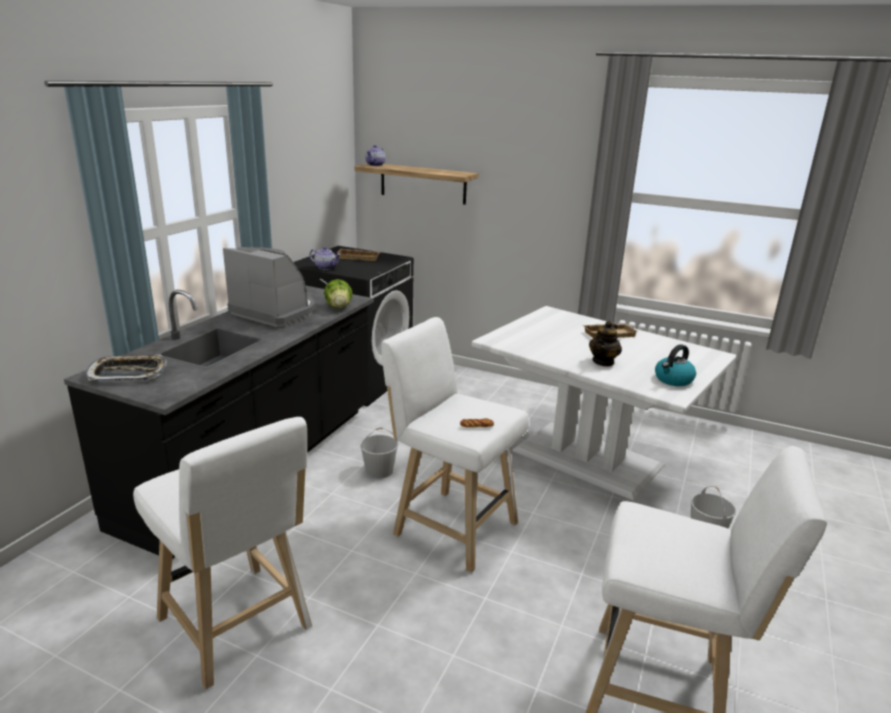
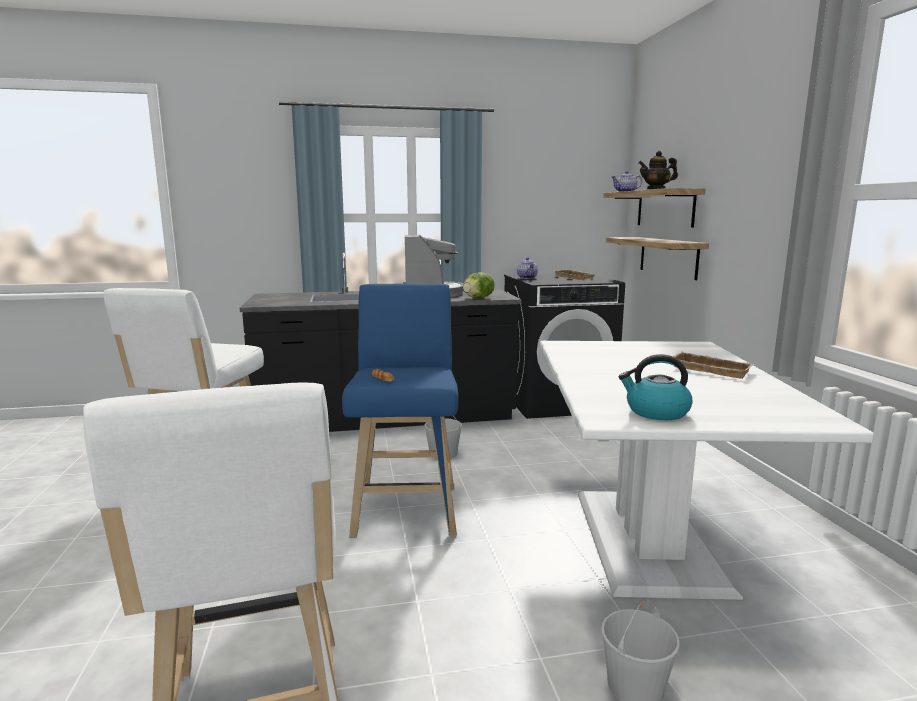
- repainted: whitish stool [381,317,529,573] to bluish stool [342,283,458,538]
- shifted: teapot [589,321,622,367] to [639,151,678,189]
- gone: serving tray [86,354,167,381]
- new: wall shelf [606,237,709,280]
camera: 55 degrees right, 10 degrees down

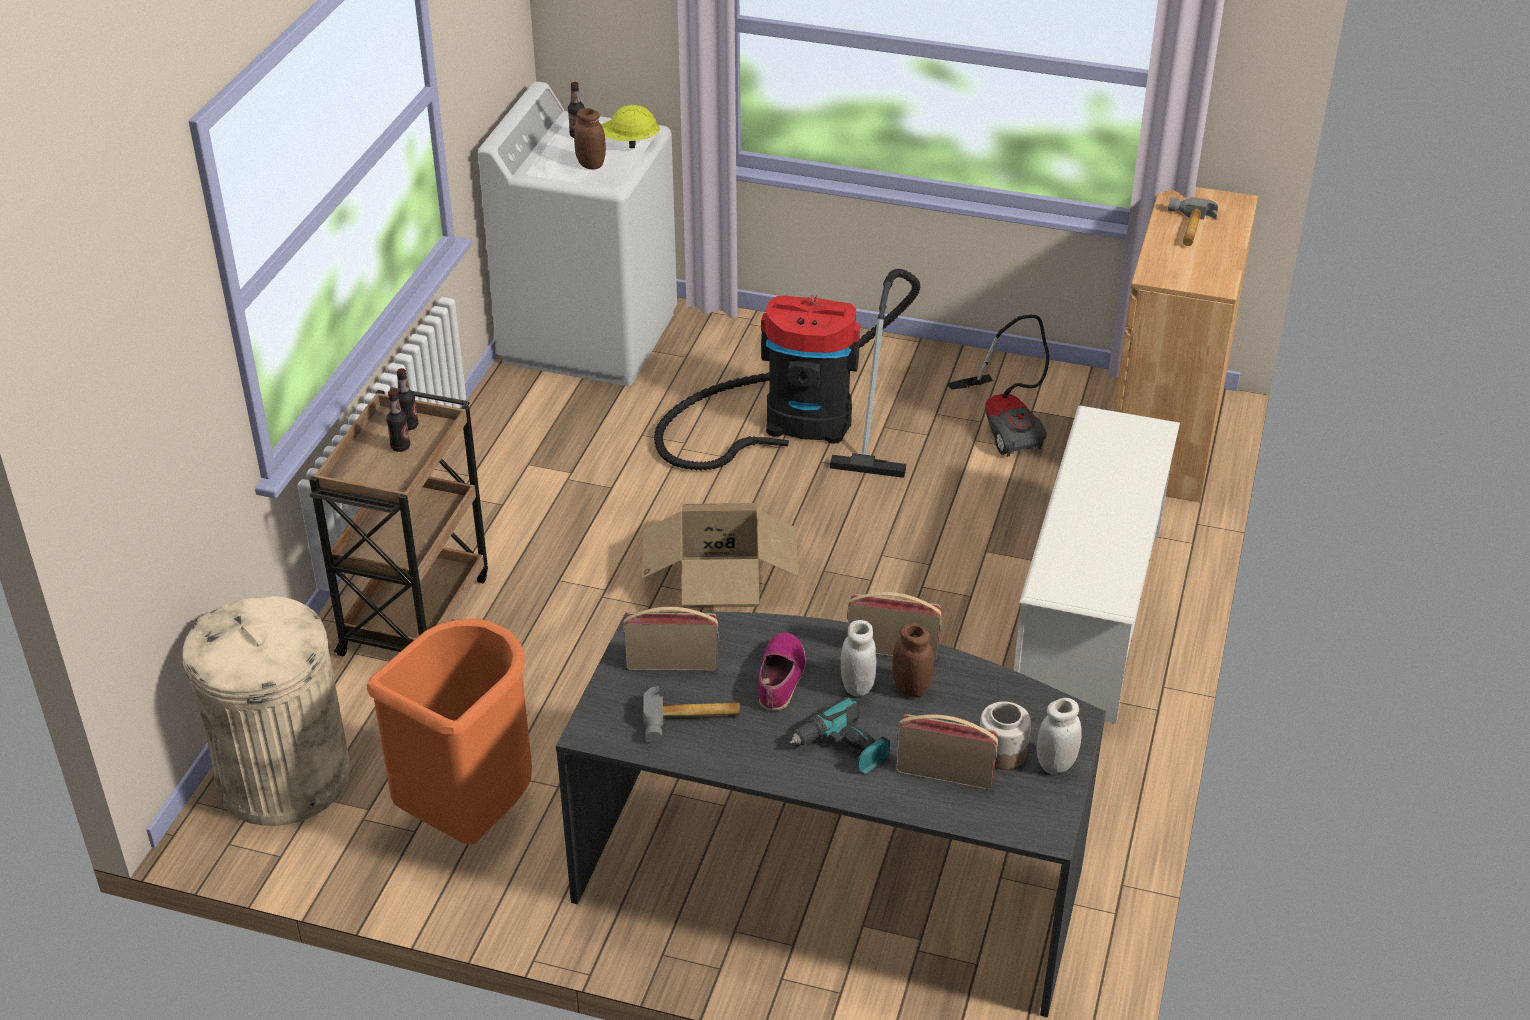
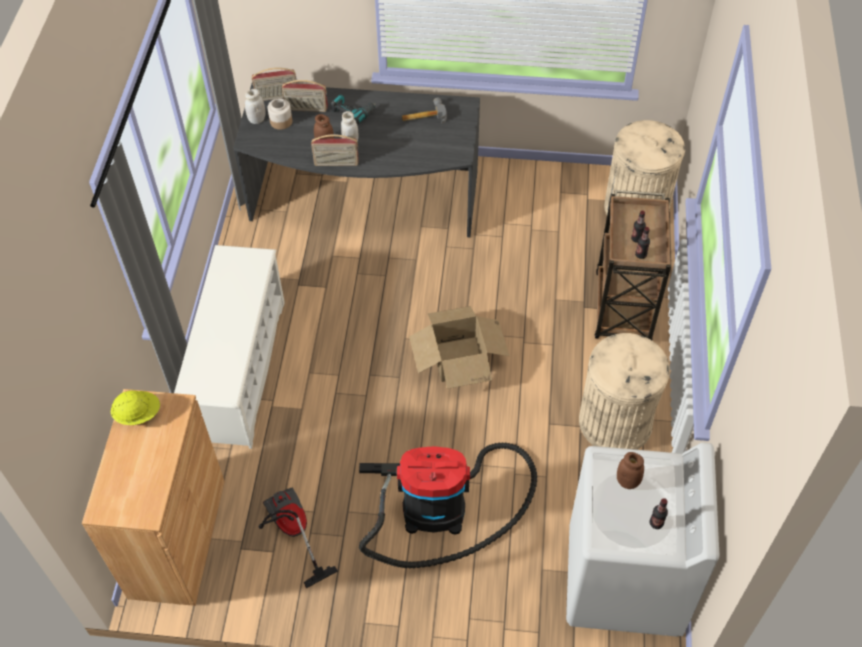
- shifted: yellow work helmet [602,105,660,148] to [111,390,160,425]
- gone: hand hammer [1168,197,1218,246]
- shifted: radio [623,607,719,670] to [252,67,297,101]
- gone: orange-coloured trash can [367,619,532,844]
- gone: shoe [758,632,806,711]
- new: sand-coloured trash can [579,333,670,450]
camera: 170 degrees right, 15 degrees up

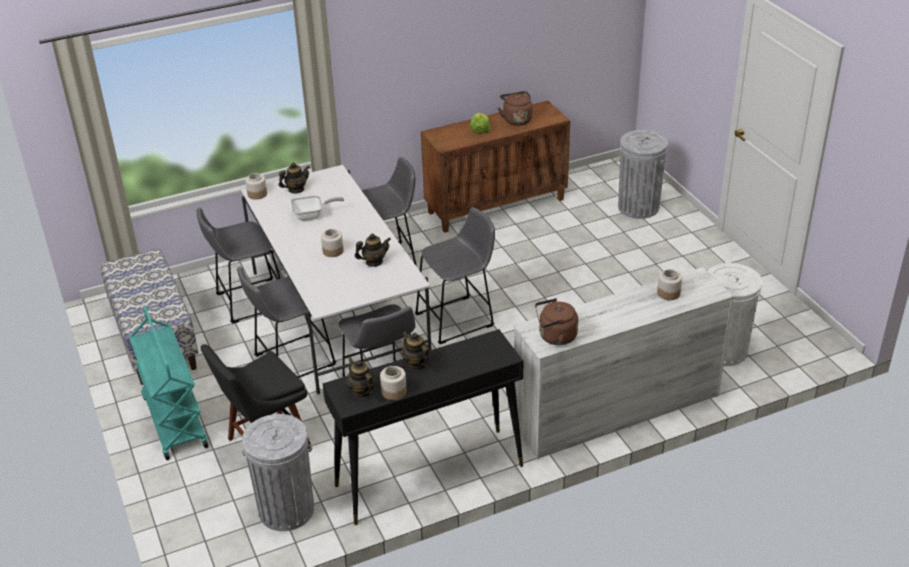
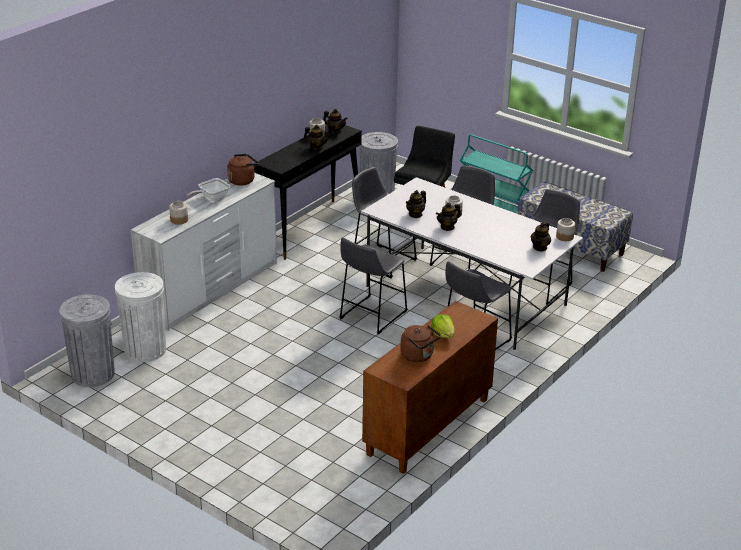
- shifted: gray trash can [618,130,668,219] to [59,295,115,387]
- shifted: skillet [291,194,344,221] to [187,178,230,201]
- new: teapot [436,203,461,231]
camera: 150 degrees right, 5 degrees down

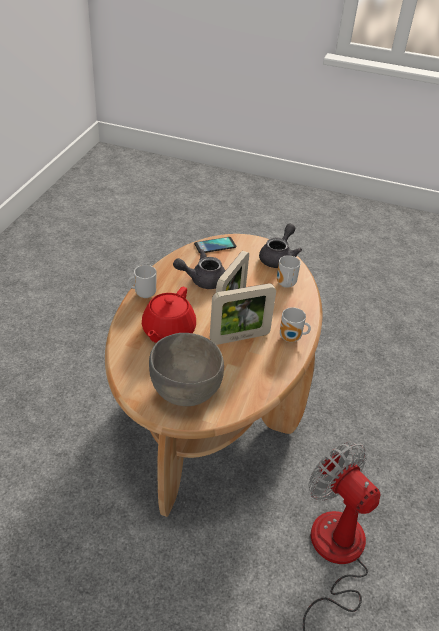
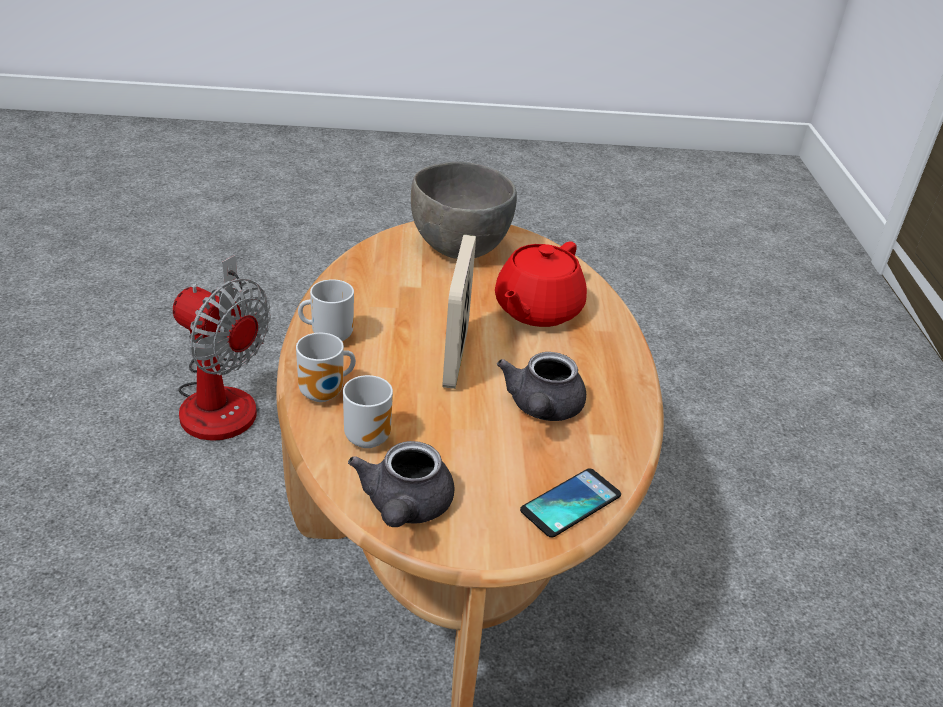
- rotated: gray teapot [173,249,225,289] = [497,352,586,421] 135 degrees clockwise
- shifted: tea mug [128,265,157,298] to [296,333,356,402]
- gone: photo frame [210,283,276,345]
- rotated: red teapot [142,287,196,343] = [495,242,587,327] 150 degrees counterclockwise
camera: 160 degrees right, 5 degrees down

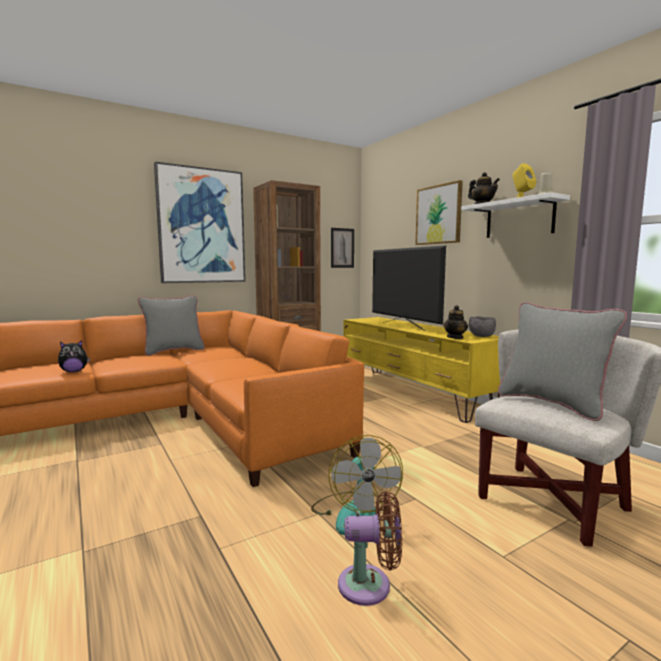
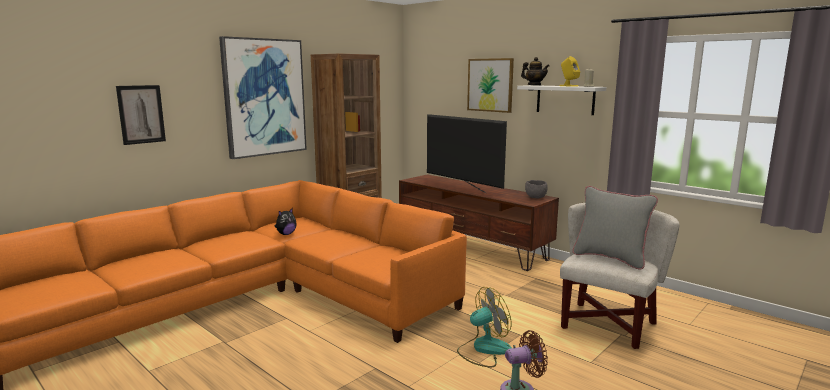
- shifted: wall art [331,228,354,268] to [116,85,166,145]
- gone: gray throw pillow [138,295,205,356]
- gone: teapot [444,305,468,339]
- repainted: yellow media console [344,317,500,423] to brown media console [399,174,559,271]
- shifted: soft toy [58,340,90,372] to [274,208,297,235]
- rotated: fan [311,435,403,535] = [457,287,512,367] 90 degrees counterclockwise
camera: 15 degrees left, 5 degrees up

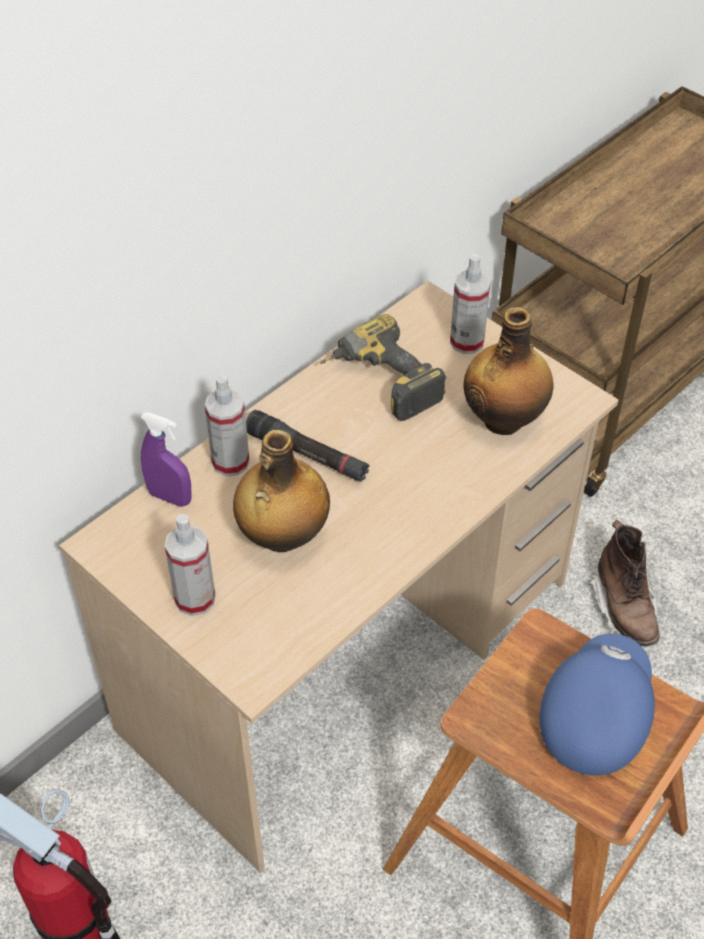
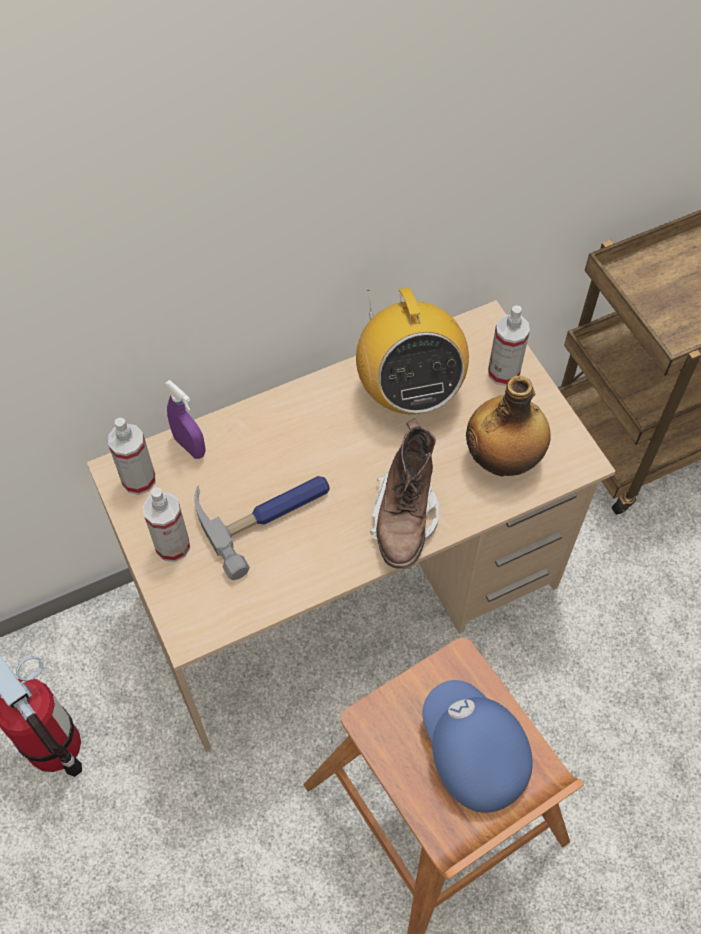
- swapped: power drill [320,314,446,421] to radio [356,288,469,414]
- shifted: hand sprayer [205,375,250,477] to [108,418,155,495]
- gone: blackish hand torch [246,410,369,482]
- swapped: drink bottle [233,430,330,552] to hand hammer [194,476,330,580]
- shifted: brown boot [589,519,660,646] to [370,418,439,569]
- rotated: bluish peaked cap [539,633,655,776] = [423,680,533,813] 75 degrees counterclockwise
camera: 20 degrees right, 10 degrees up

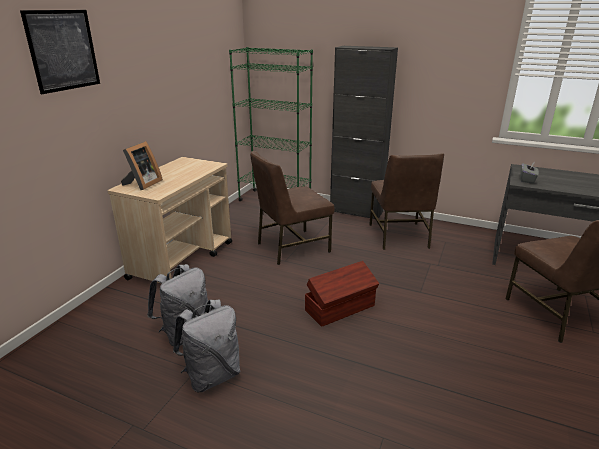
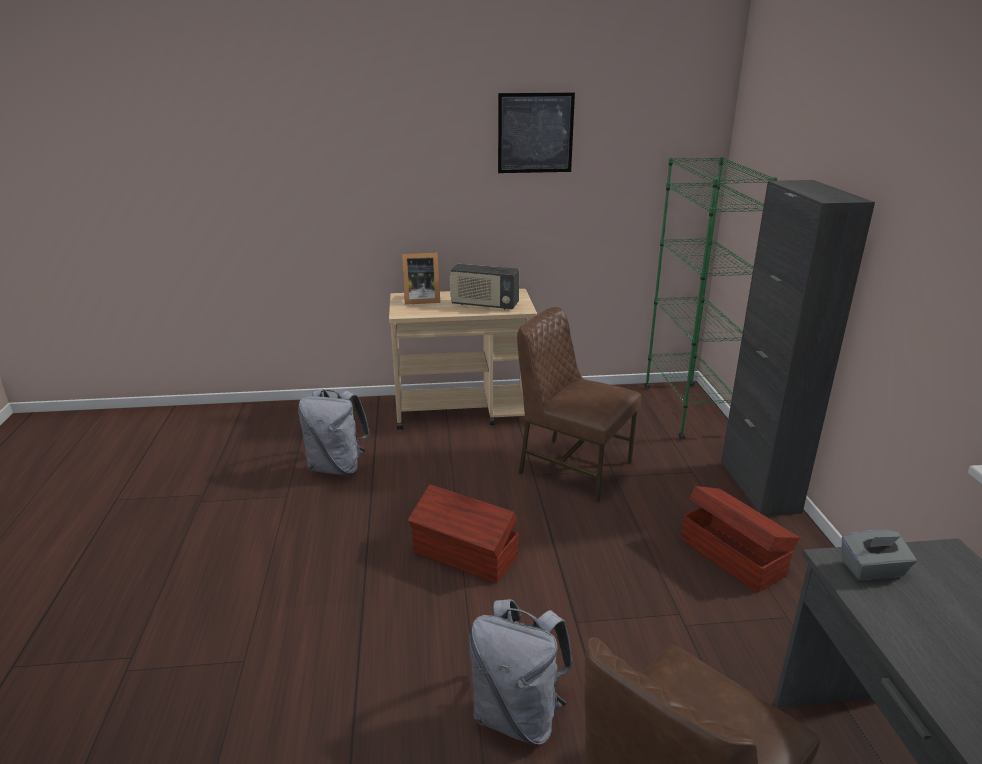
- shifted: wall art [20,10,100,94] to [498,93,575,173]
- swapped: brown upright chair [369,153,444,250] to brown storage box [681,486,799,593]
- shifted: gray knapsack [173,299,240,392] to [469,599,573,745]
- new: radio [450,264,519,310]
camera: 60 degrees right, 0 degrees up

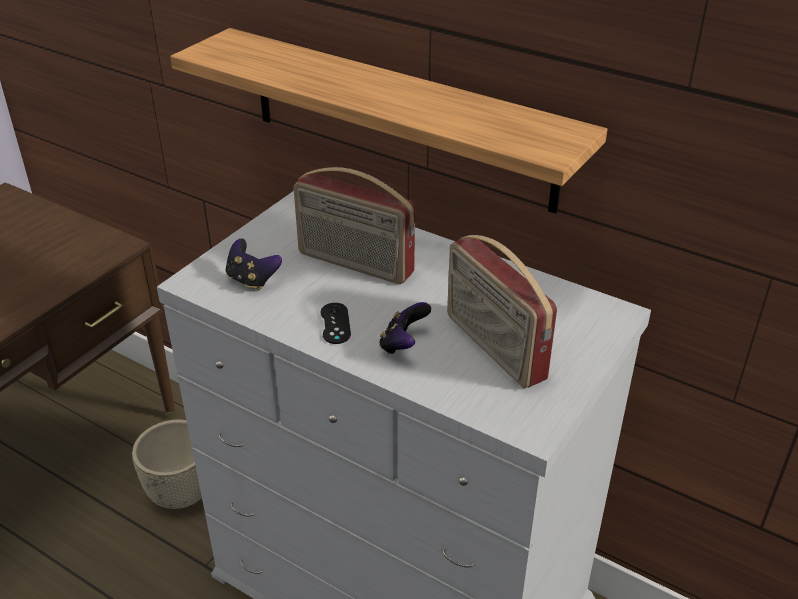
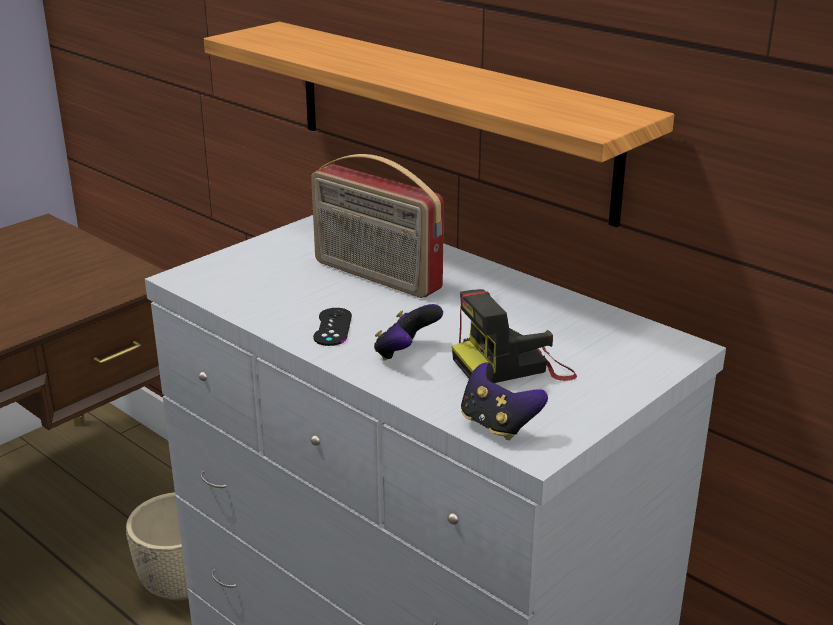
- swapped: radio [447,235,557,388] to photo camera [452,289,577,383]
- shifted: gamepad [226,239,282,290] to [461,363,548,440]
camera: 10 degrees right, 10 degrees down

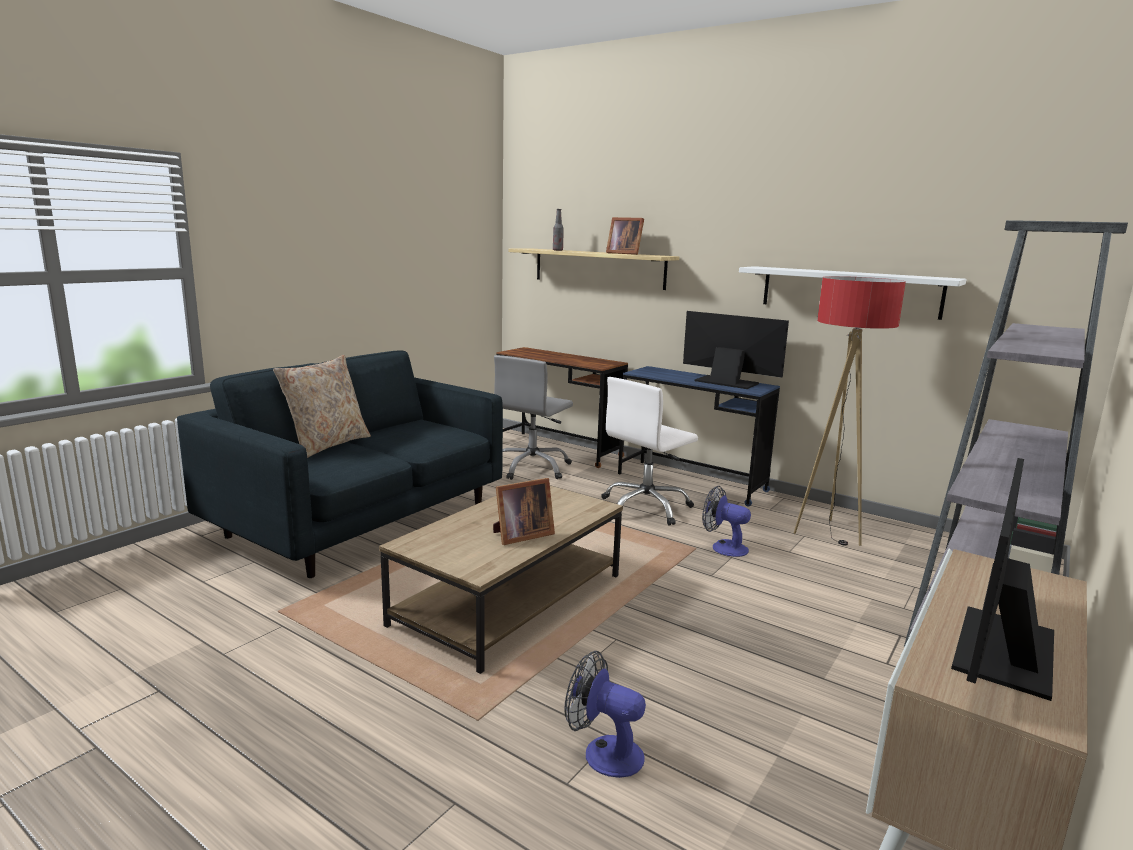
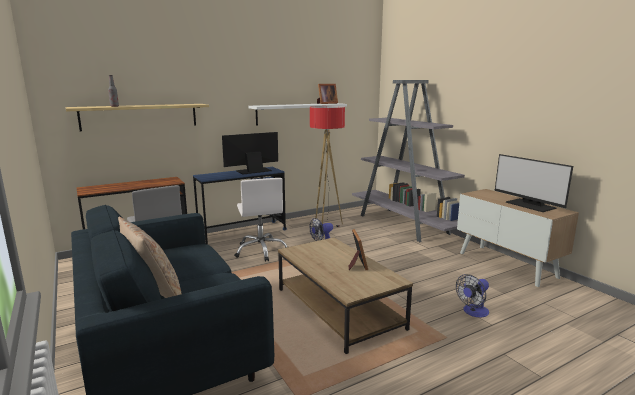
- shifted: photo frame [606,217,644,255] to [317,84,338,104]
camera: 65 degrees left, 0 degrees up

